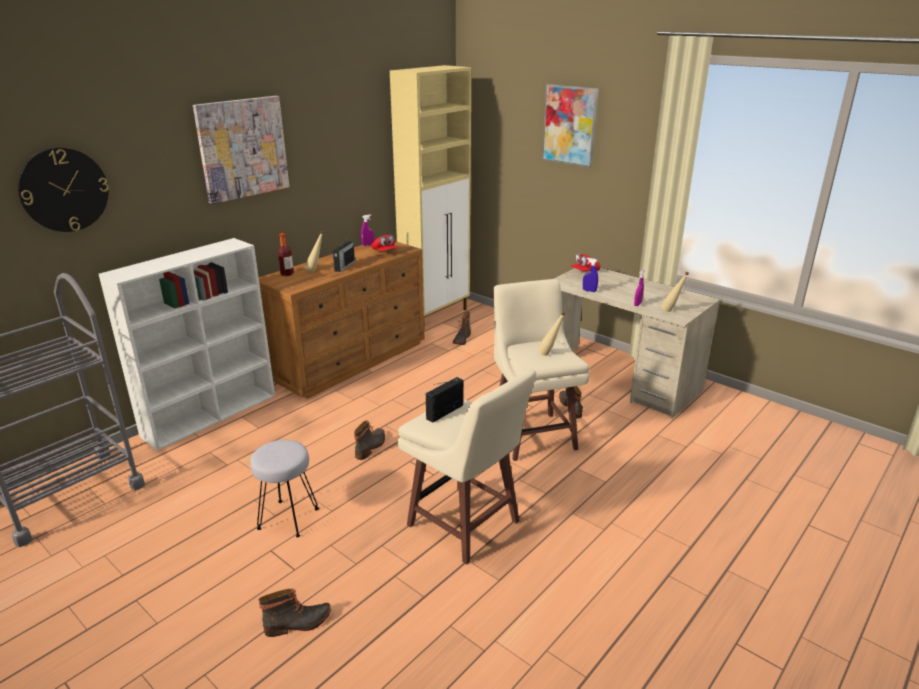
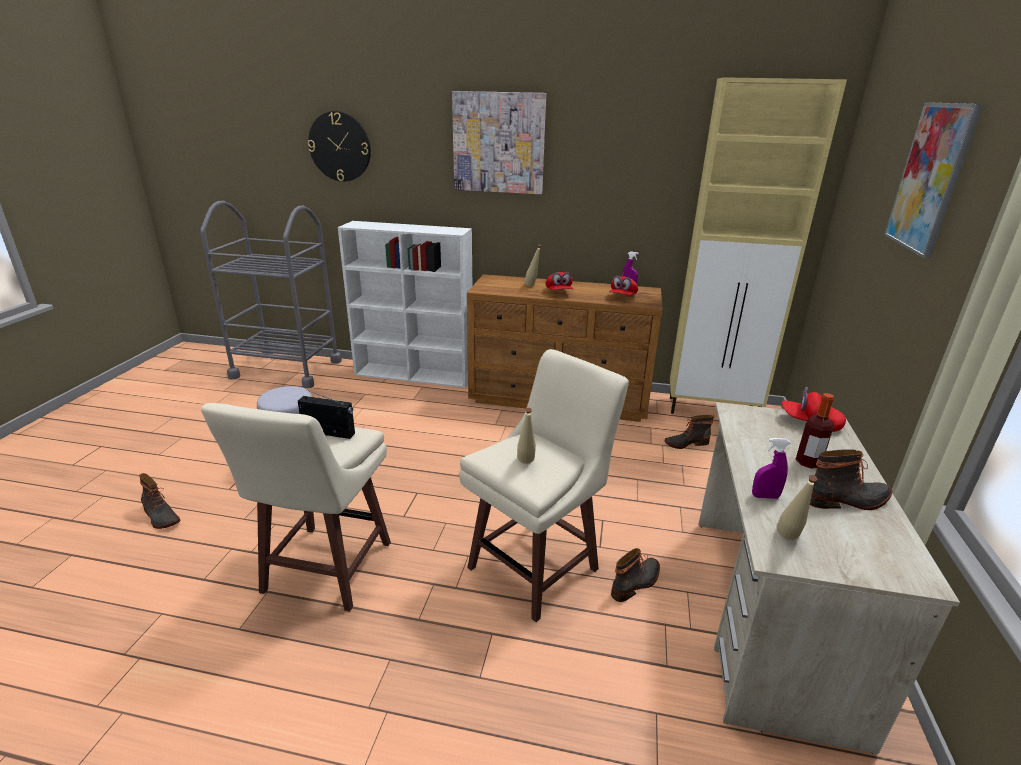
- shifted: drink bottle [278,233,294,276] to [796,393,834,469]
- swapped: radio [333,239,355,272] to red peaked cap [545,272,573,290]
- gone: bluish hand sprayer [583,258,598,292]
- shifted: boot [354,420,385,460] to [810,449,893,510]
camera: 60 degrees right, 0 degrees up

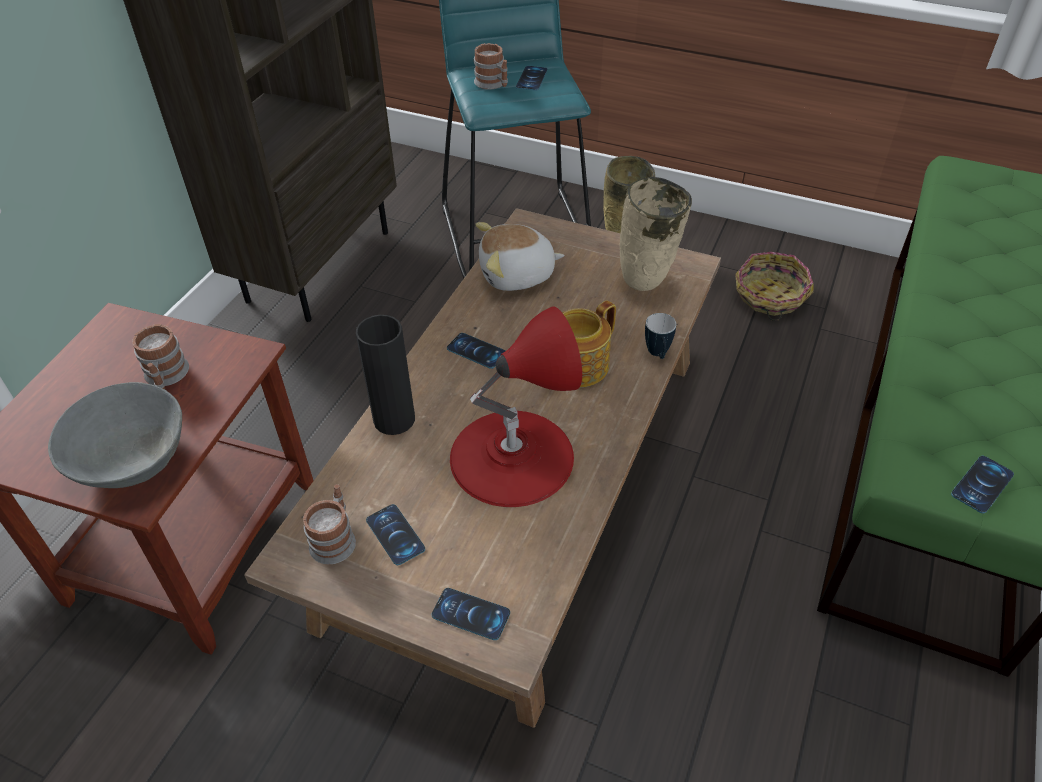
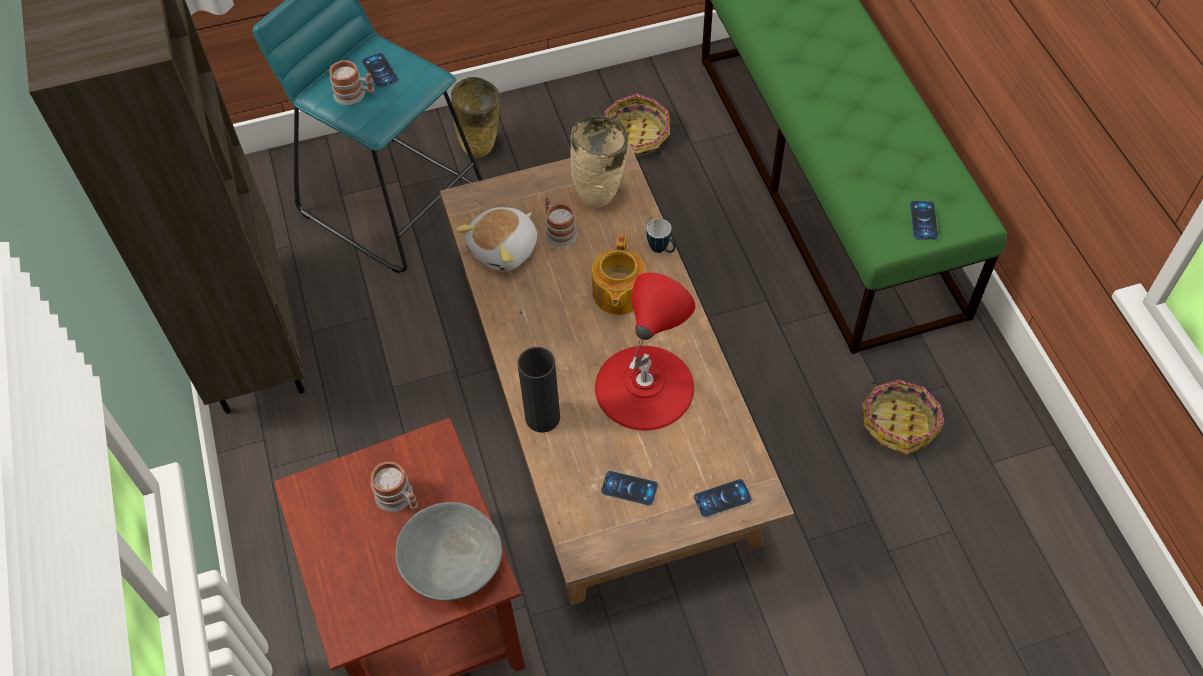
- gone: phone [447,333,506,369]
- shifted: tea mug [303,484,356,564] to [545,196,578,247]
- new: basket [862,380,944,455]
camera: 40 degrees left, 10 degrees up

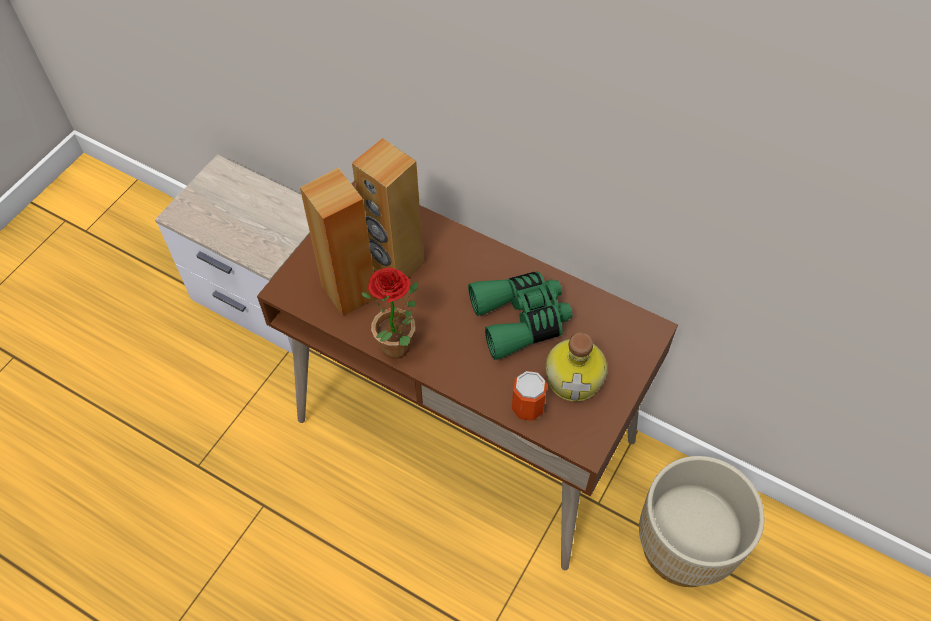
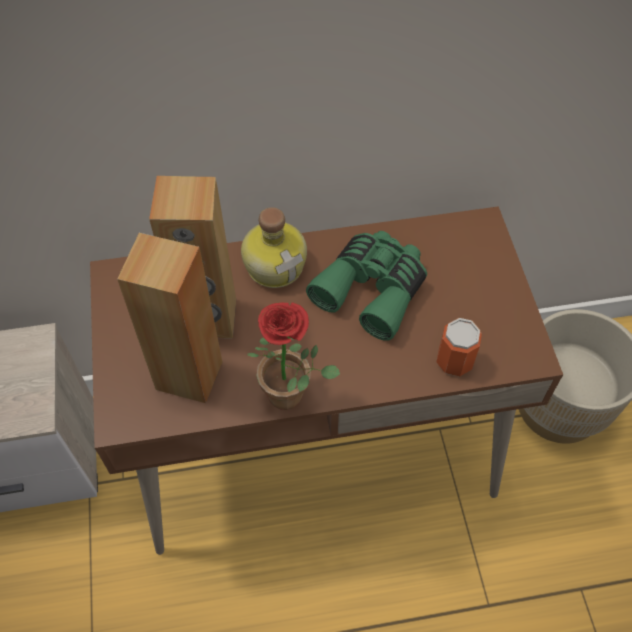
- shifted: drink bottle [545,333,607,402] to [241,207,307,288]
camera: 40 degrees left, 0 degrees up

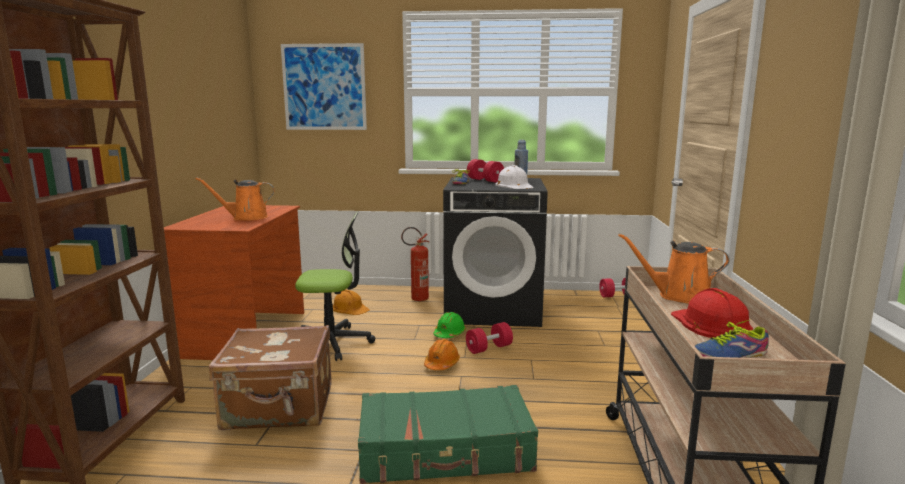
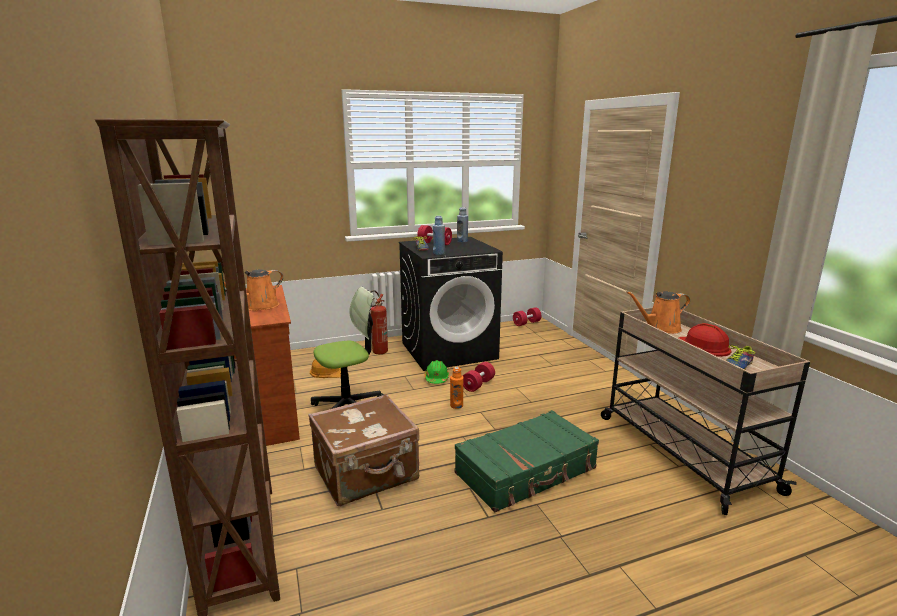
- gone: wall art [281,43,367,130]
- gone: whitish work helmet [495,165,534,189]
- swapped: orange-coloured work helmet [424,339,460,370] to orange-coloured drink bottle [450,367,464,409]
- new: bluish drink bottle [433,216,445,255]
camera: 25 degrees left, 5 degrees up

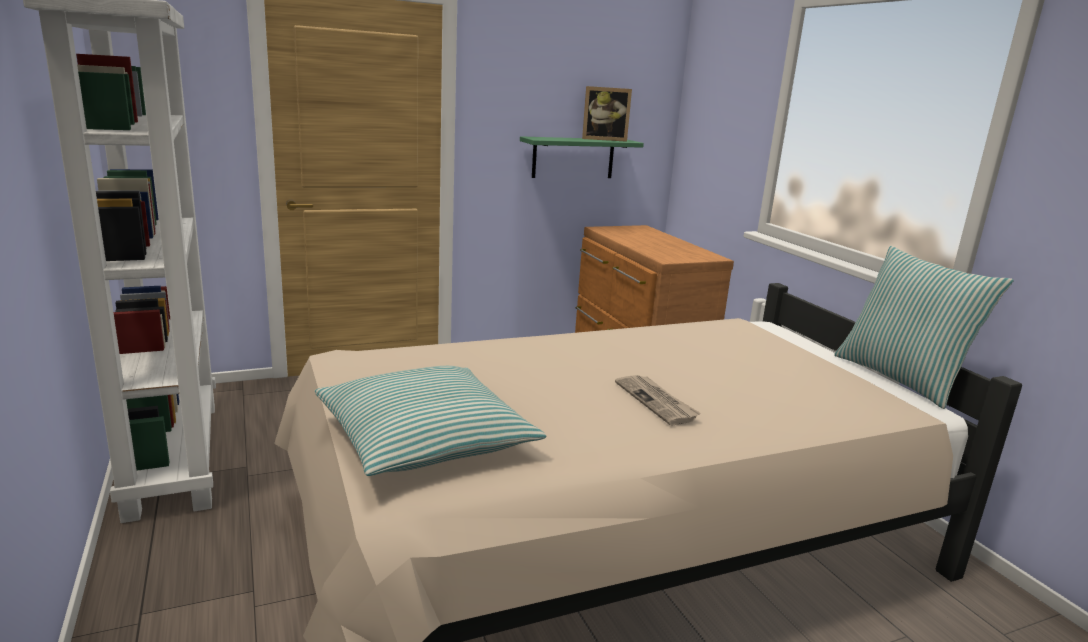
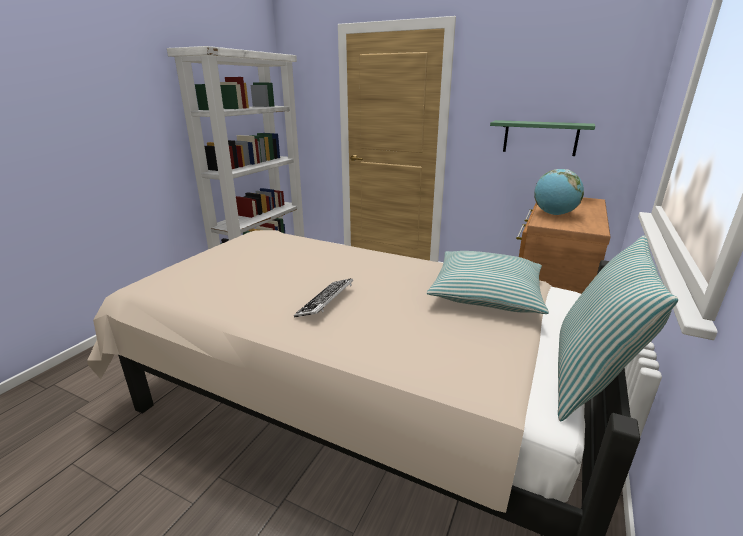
- gone: photo frame [582,86,632,142]
- shifted: throw pillow [315,366,546,476] to [427,251,549,314]
- swapped: newspaper [615,375,701,425] to PC keyboard [294,278,353,317]
- new: world globe [534,169,584,215]
camera: 50 degrees right, 5 degrees up

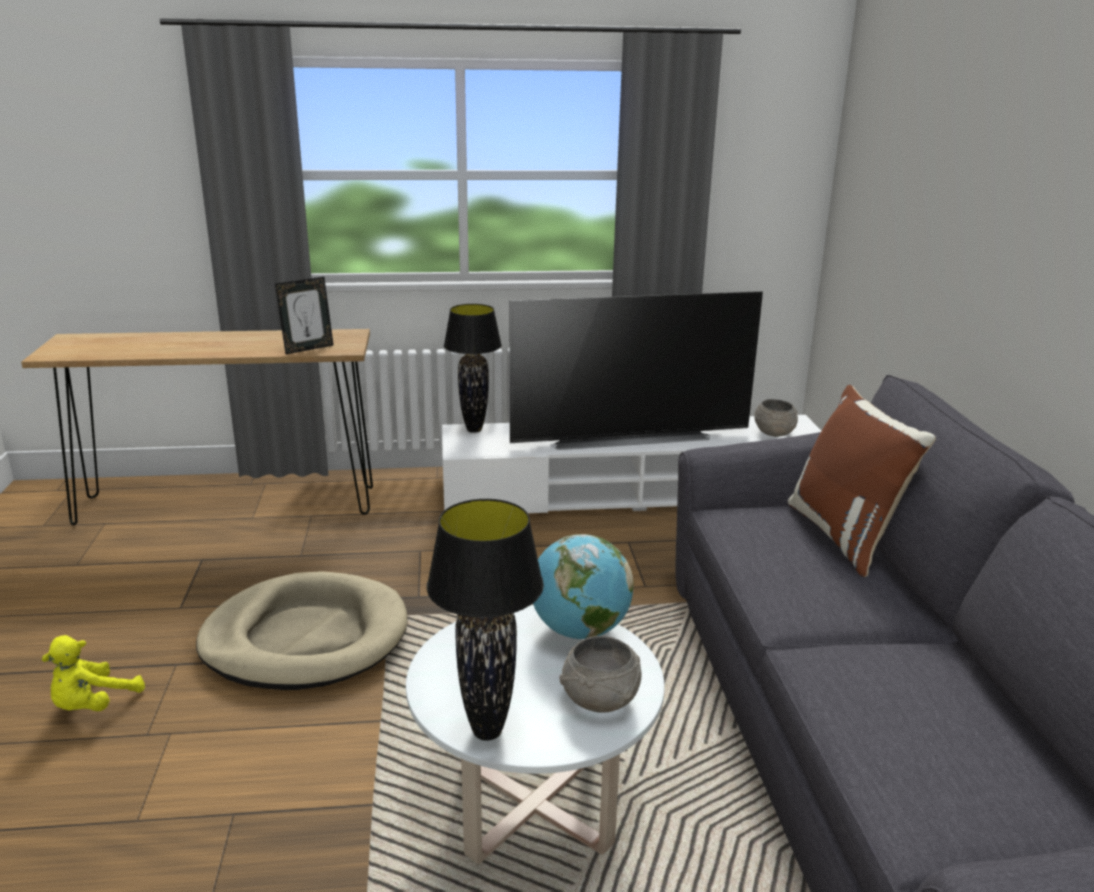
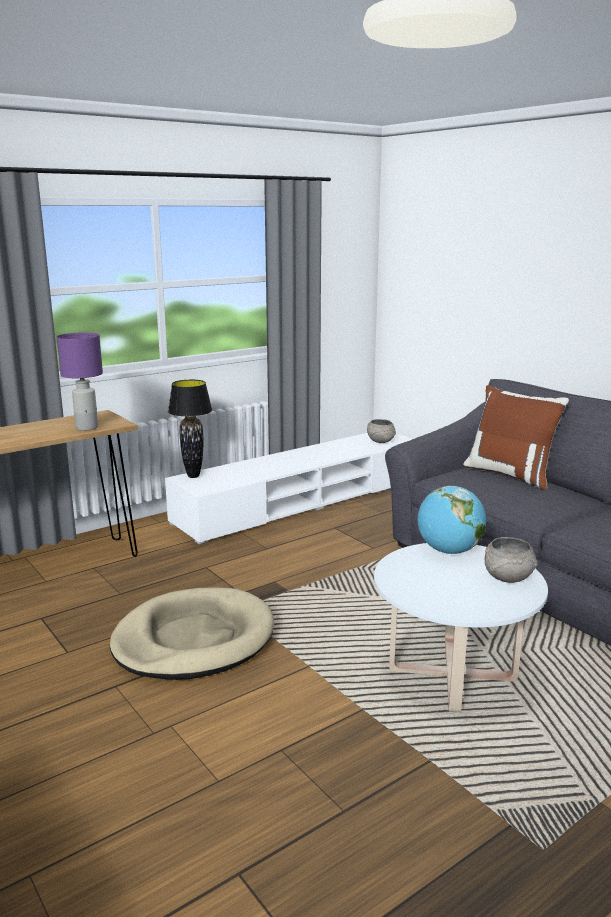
- swapped: photo frame [275,277,333,354] to purplish lamp for a table [57,333,103,431]
- gone: TV set [510,291,763,450]
- gone: blackish lamp for a table [427,499,544,741]
- gone: yellow soft toy [41,635,145,711]
camera: 30 degrees left, 5 degrees down

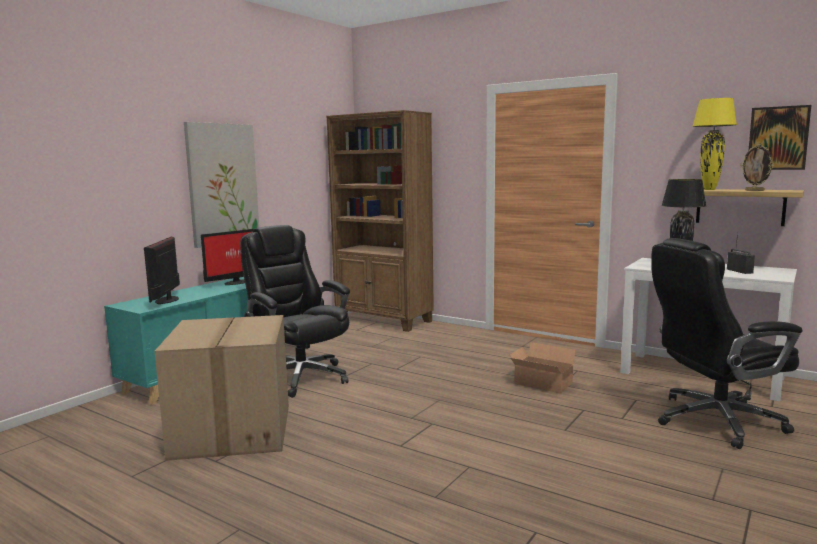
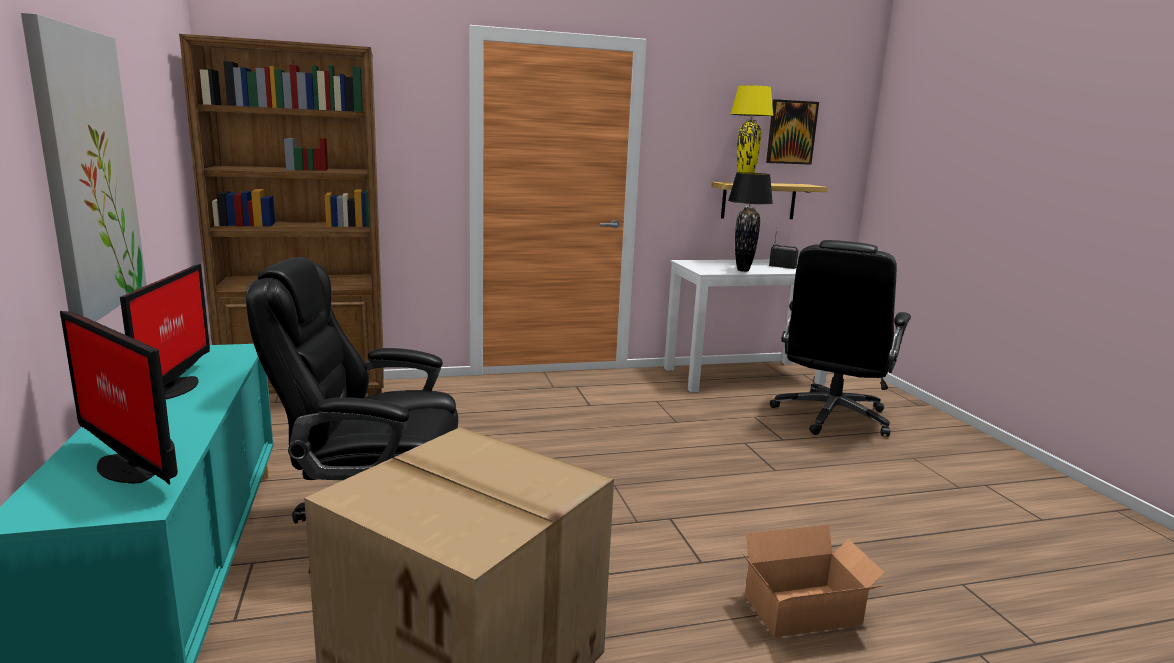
- gone: photo frame [740,144,774,191]
- shifted: cardboard box [510,342,581,393] to [740,525,885,637]
camera: 50 degrees left, 5 degrees up

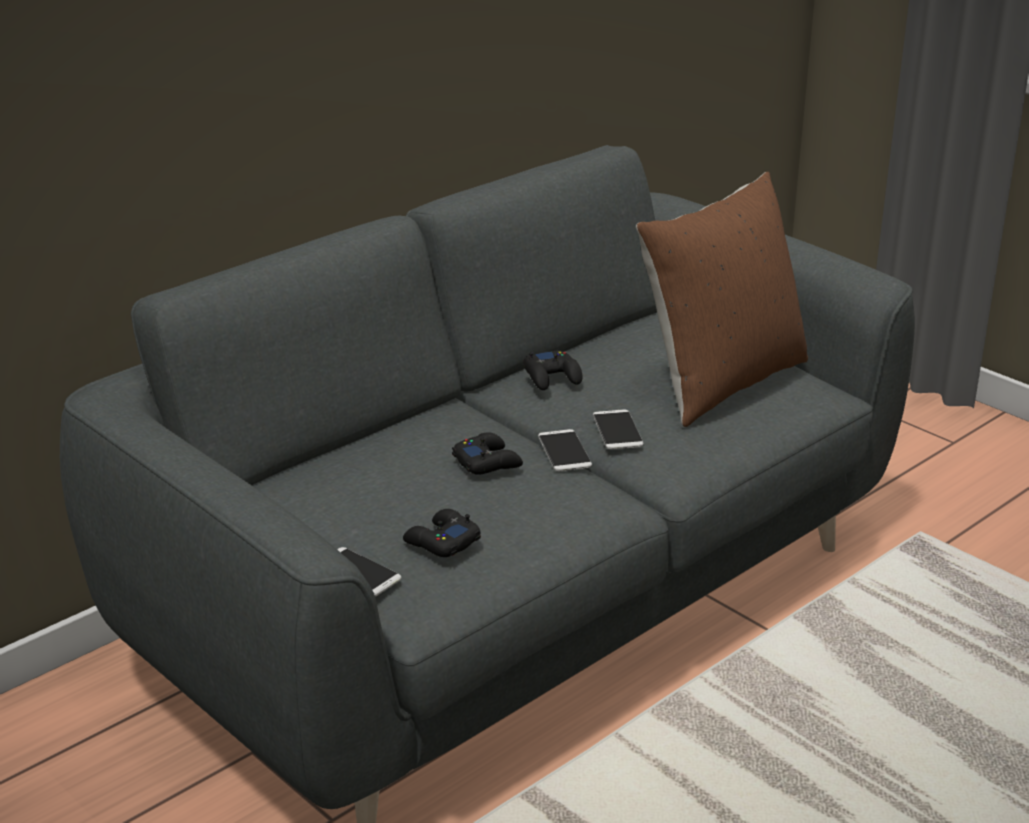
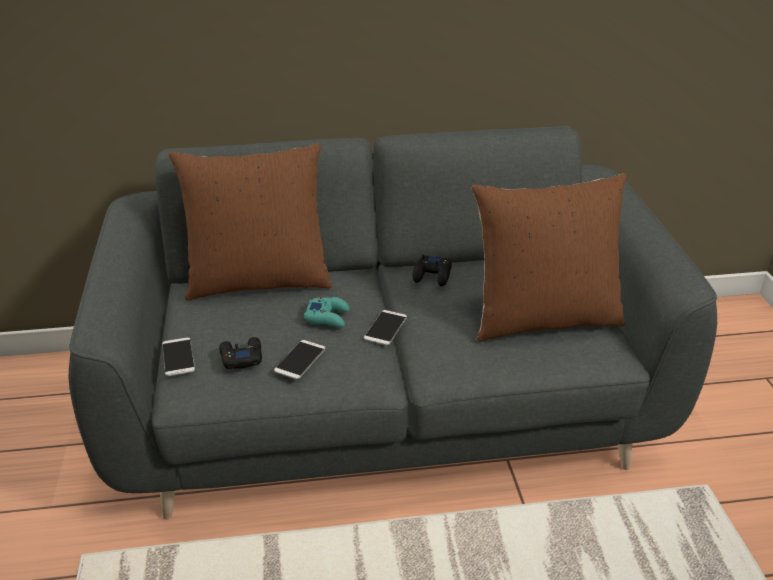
- shifted: phone [593,409,644,450] to [274,340,325,379]
- repainted: blackish gamepad [452,432,523,475] to turquoise-coloured gamepad [304,297,350,328]
- new: brown throw pillow [169,143,332,301]
camera: 35 degrees right, 5 degrees up

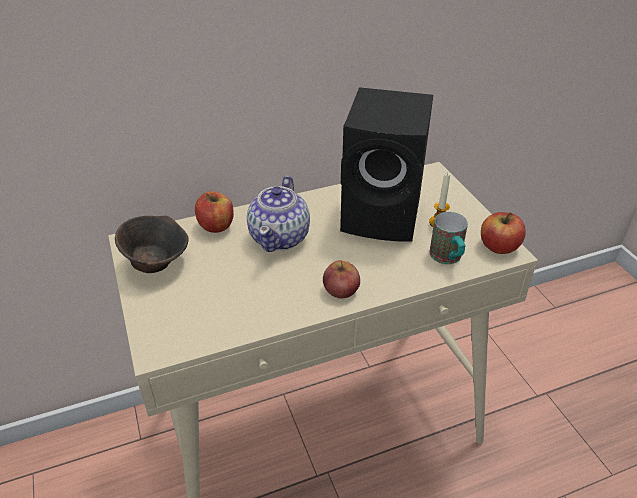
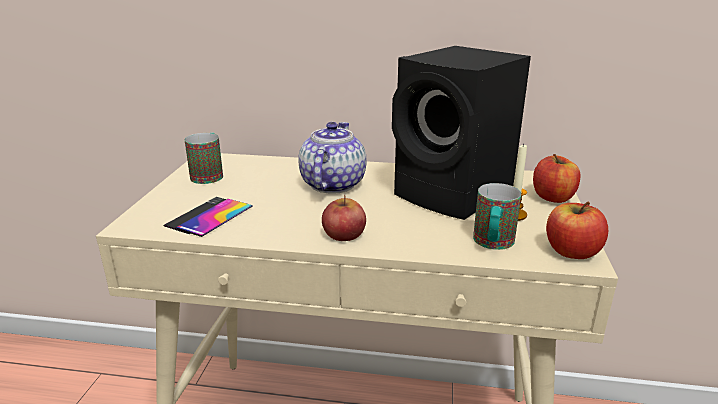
- rotated: teapot [247,176,310,252] = [298,122,366,194] 150 degrees clockwise
- shifted: apple fruit [195,191,234,233] to [533,154,580,203]
- swapped: brown deep dish [115,215,189,273] to tea mug [185,133,223,184]
- new: phone [163,197,253,237]
camera: 30 degrees right, 15 degrees down

